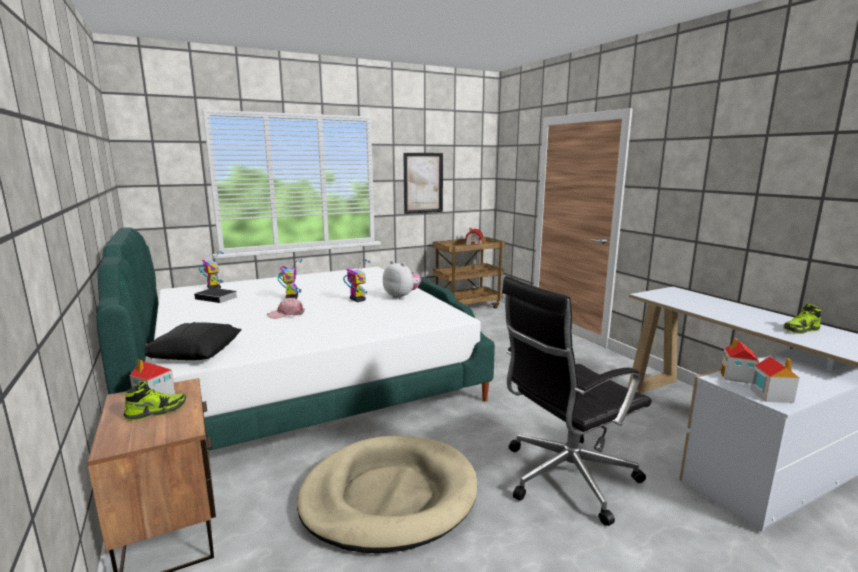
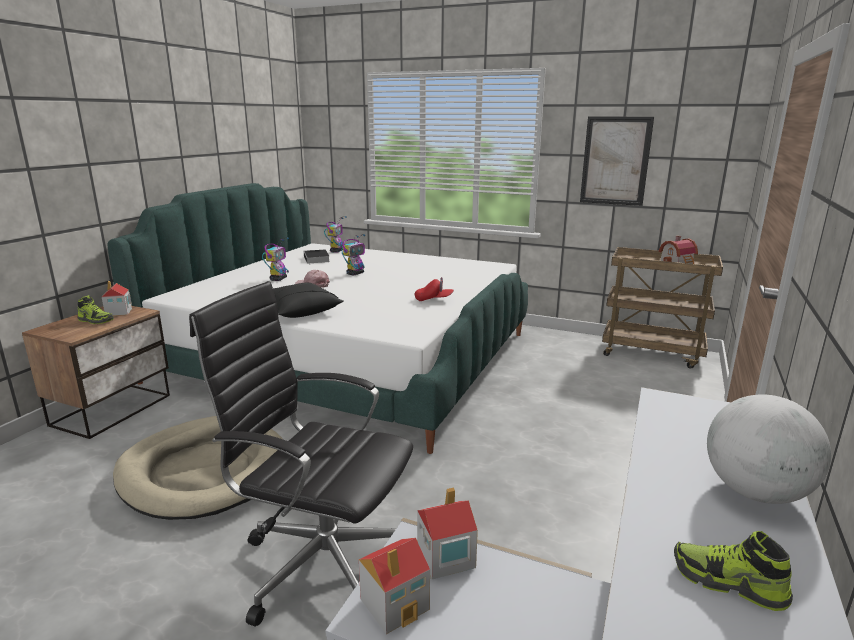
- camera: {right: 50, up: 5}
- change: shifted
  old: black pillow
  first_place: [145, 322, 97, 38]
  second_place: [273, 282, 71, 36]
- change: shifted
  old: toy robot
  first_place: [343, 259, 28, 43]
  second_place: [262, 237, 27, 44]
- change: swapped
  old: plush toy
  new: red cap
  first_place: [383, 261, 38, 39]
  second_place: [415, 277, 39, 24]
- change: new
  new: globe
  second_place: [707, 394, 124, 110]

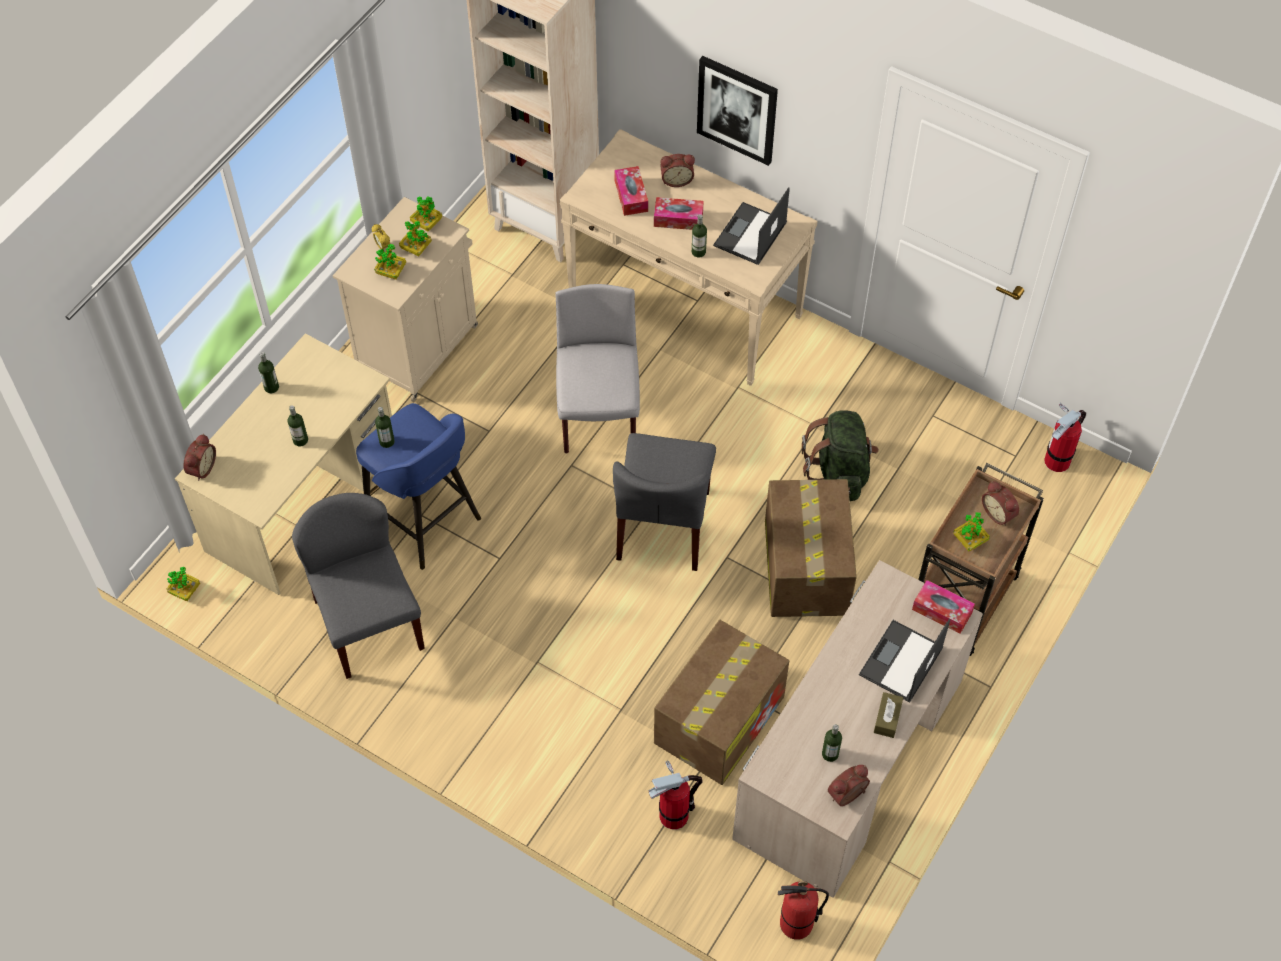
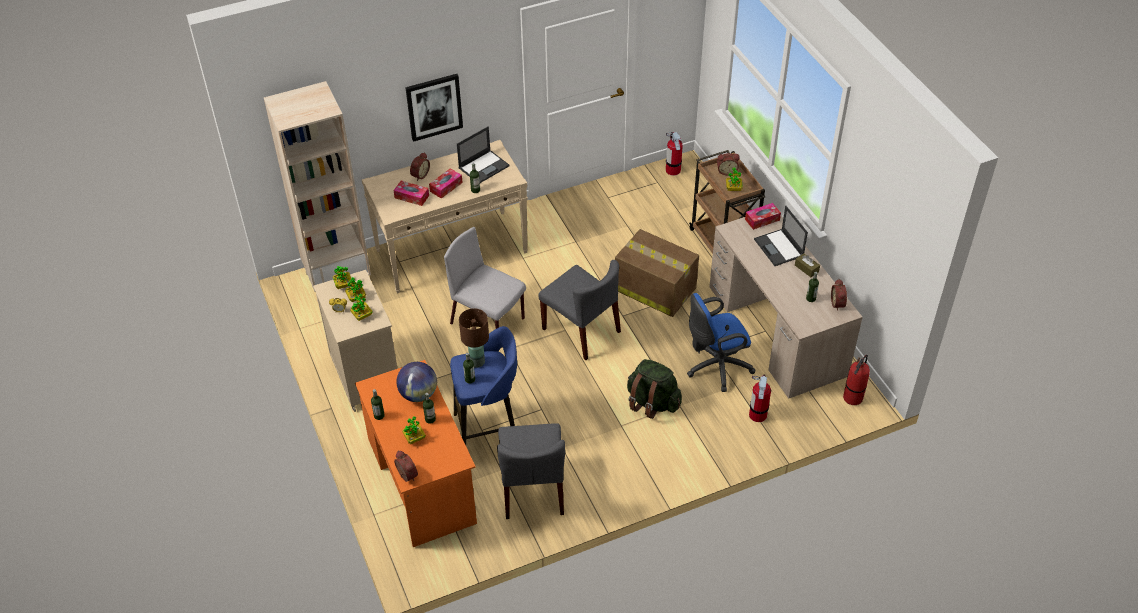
- camera: {right: -55, up: -10}
- change: shifted
  old: potted plant
  first_place: [167, 566, 33, 35]
  second_place: [402, 416, 24, 28]
- change: repainted
  old: beige desk
  new: orange desk
  first_place: [175, 333, 217, 262]
  second_place: [355, 360, 122, 187]
- change: rotated
  old: grey chair
  first_place: [292, 493, 133, 186]
  second_place: [497, 423, 68, 96]
  degrees: -105
- change: swapped
  old: cardboard box
  new: blue office chair
  first_place: [654, 620, 135, 165]
  second_place: [687, 293, 68, 99]
- change: rotated
  old: laptop
  first_place: [713, 187, 77, 78]
  second_place: [457, 126, 53, 57]
  degrees: -105
- change: shifted
  old: green backpack
  first_place: [802, 410, 77, 91]
  second_place: [627, 359, 55, 60]
- change: new
  new: globe
  second_place: [396, 362, 41, 40]
- change: new
  new: brown table lamp
  second_place: [459, 308, 30, 60]

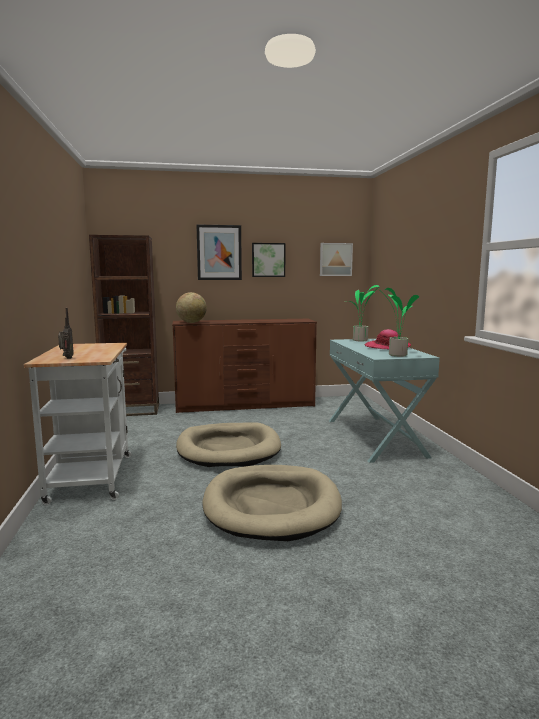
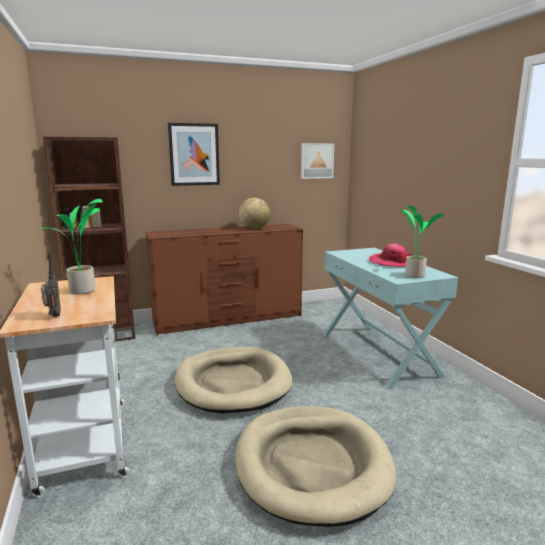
- camera: {right: -10, up: 5}
- change: shifted
  old: globe
  first_place: [176, 292, 31, 31]
  second_place: [239, 198, 31, 31]
- change: gone
  old: picture
  first_place: [252, 243, 34, 34]
- change: shifted
  old: potted plant
  first_place: [349, 285, 30, 56]
  second_place: [41, 199, 62, 95]

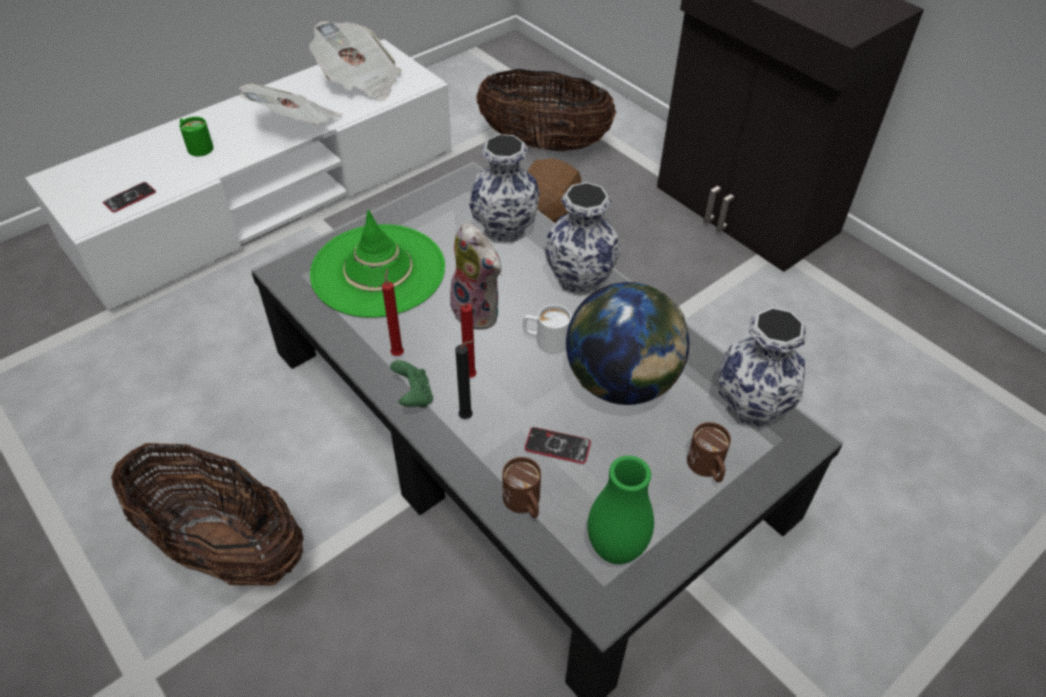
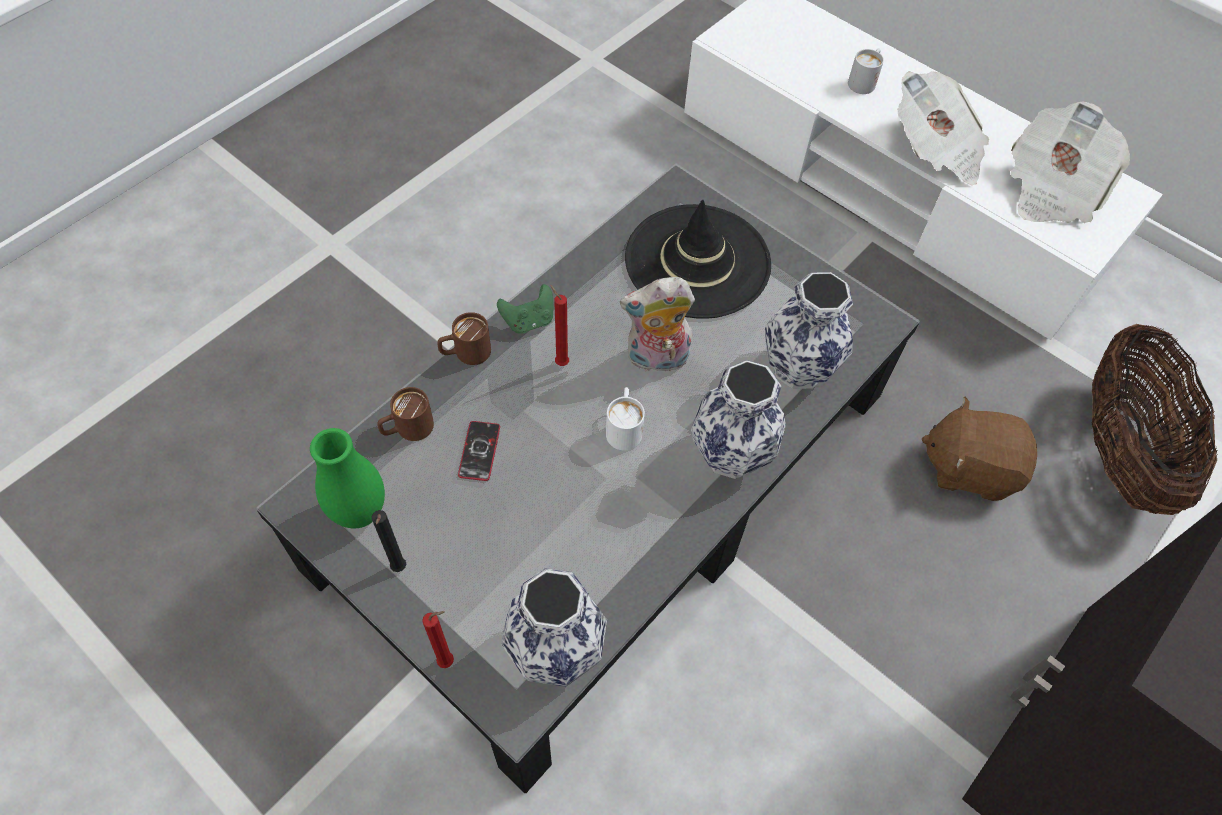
- camera: {right: 80, up: 10}
- change: gone
  old: phone
  first_place: [103, 182, 53, 30]
- change: gone
  old: basket
  first_place: [111, 443, 193, 143]
- change: repainted
  old: green mug
  new: white mug
  first_place: [179, 117, 35, 40]
  second_place: [848, 49, 36, 45]
- change: repainted
  old: green hat
  new: black hat
  first_place: [310, 210, 135, 108]
  second_place: [625, 200, 146, 119]
- change: shifted
  old: red candle
  first_place: [382, 269, 22, 87]
  second_place: [422, 611, 32, 57]
- change: rotated
  old: plush toy
  first_place: [445, 222, 57, 108]
  second_place: [620, 277, 75, 95]
  degrees: 45
- change: shifted
  old: black candle
  first_place: [455, 340, 19, 79]
  second_place: [372, 510, 34, 62]
- change: gone
  old: globe
  first_place: [566, 282, 123, 123]
- change: shifted
  old: brown mug
  first_place: [687, 422, 44, 60]
  second_place: [437, 312, 54, 53]

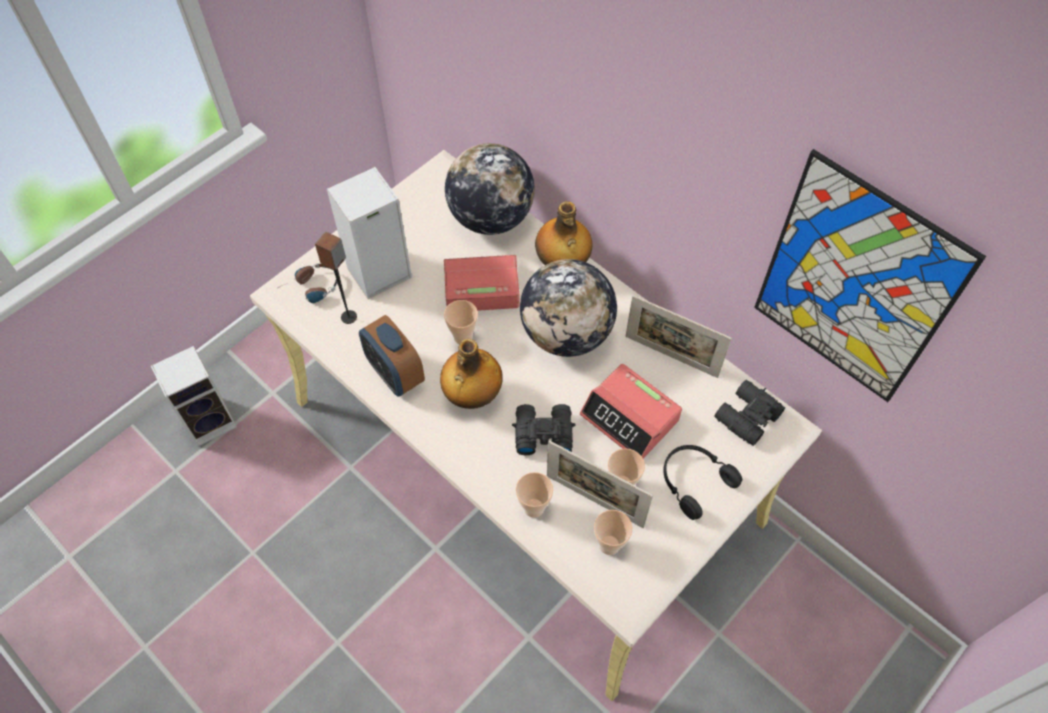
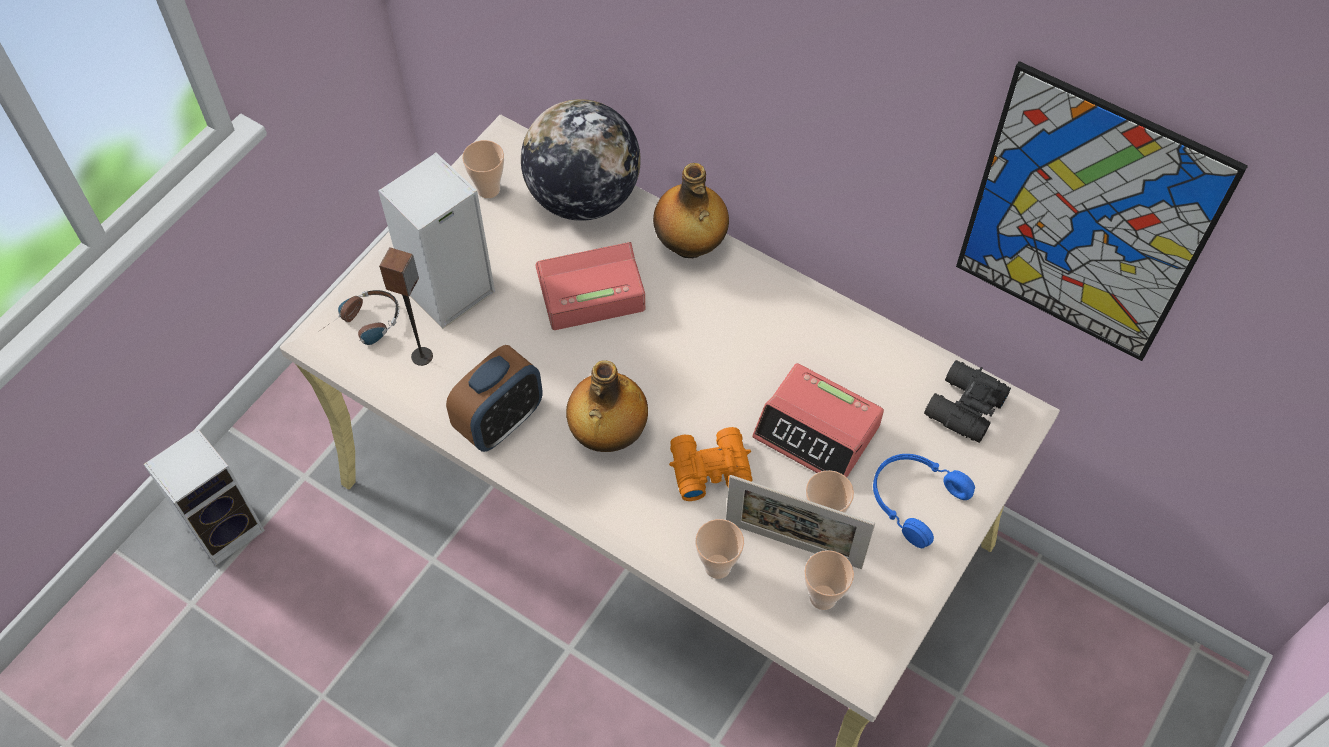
- camera: {right: -10, up: 0}
- change: rotated
  old: alarm clock
  first_place: [359, 315, 66, 82]
  second_place: [446, 345, 96, 107]
  degrees: -90
- change: shifted
  old: cup
  first_place: [444, 300, 34, 44]
  second_place: [462, 140, 42, 58]
- change: repainted
  old: black binoculars
  new: orange binoculars
  first_place: [512, 404, 64, 51]
  second_place: [669, 427, 84, 74]
- change: gone
  old: globe
  first_place: [520, 259, 97, 98]
- change: gone
  old: picture frame
  first_place: [626, 295, 106, 83]
- change: repainted
  old: black headphones
  new: blue headphones
  first_place: [663, 445, 79, 75]
  second_place: [873, 454, 102, 94]

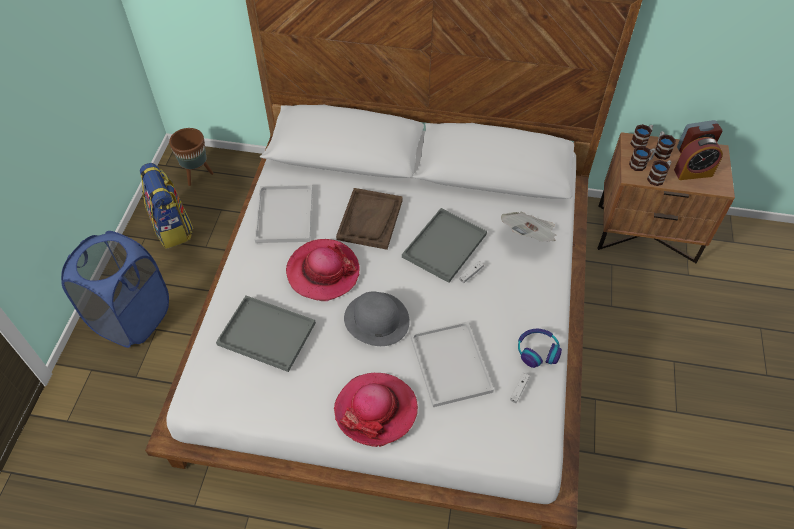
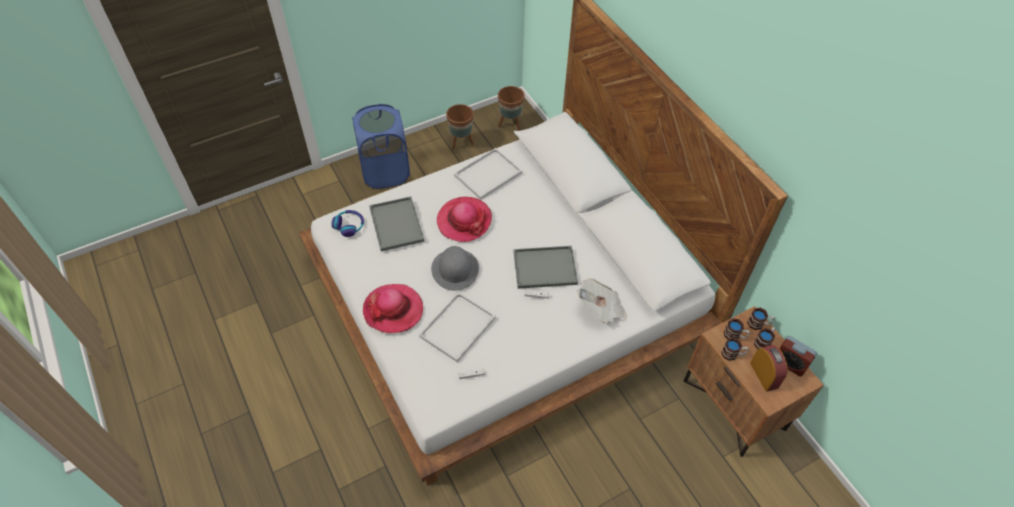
- camera: {right: 50, up: 0}
- change: swapped
  old: backpack
  new: brown planter
  first_place: [140, 163, 53, 86]
  second_place: [446, 104, 28, 46]
- change: gone
  old: brown tray
  first_place: [336, 188, 67, 62]
- change: shifted
  old: headphones
  first_place: [518, 329, 44, 39]
  second_place: [332, 210, 32, 27]
- change: rotated
  old: alarm clock
  first_place: [674, 137, 49, 43]
  second_place: [750, 345, 38, 47]
  degrees: -150

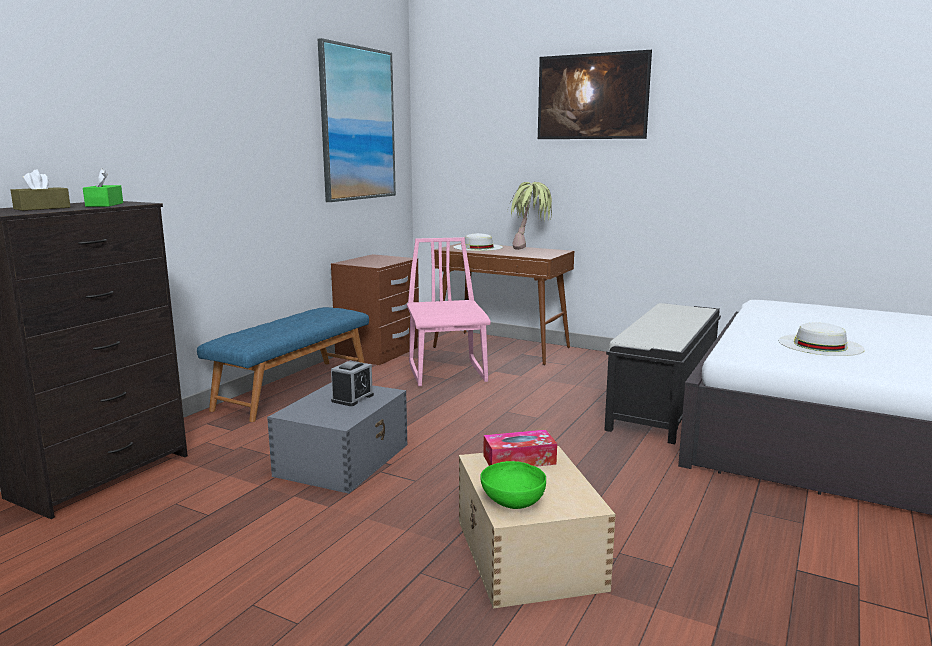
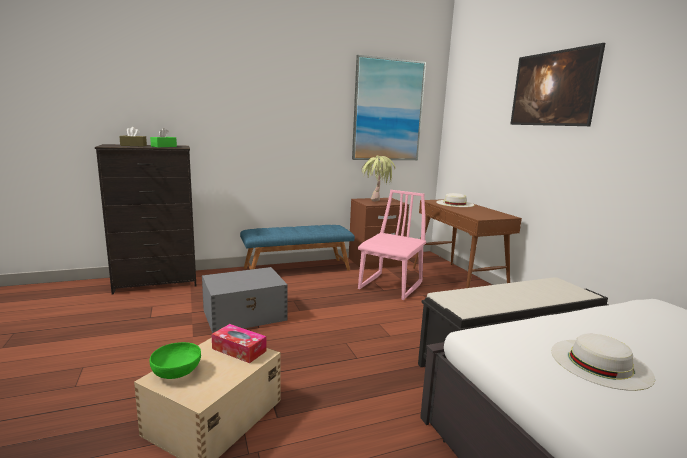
- camera: {right: 40, up: 0}
- change: gone
  old: alarm clock
  first_place: [331, 361, 43, 45]
- change: shifted
  old: potted plant
  first_place: [509, 182, 43, 68]
  second_place: [361, 155, 35, 47]

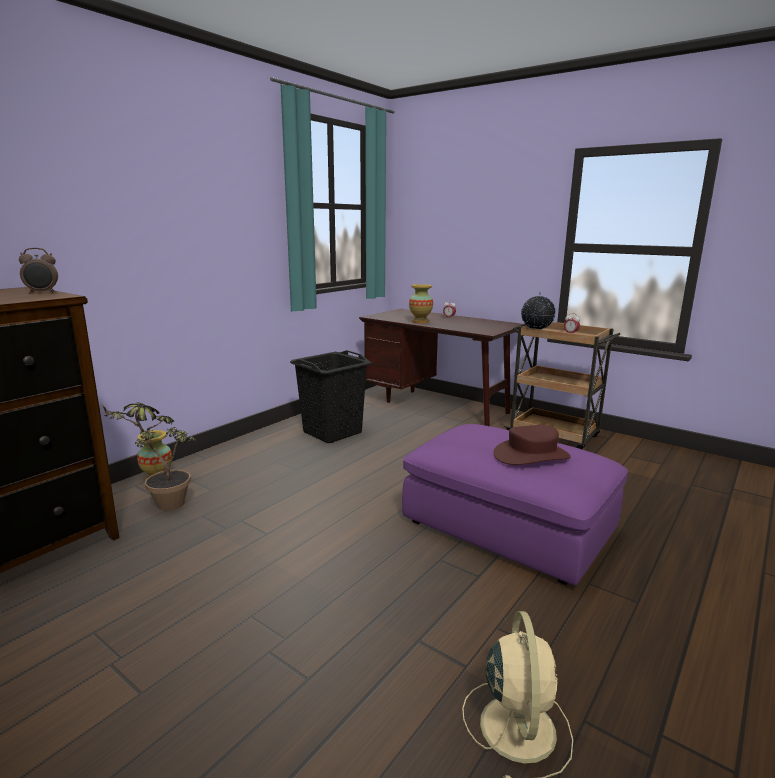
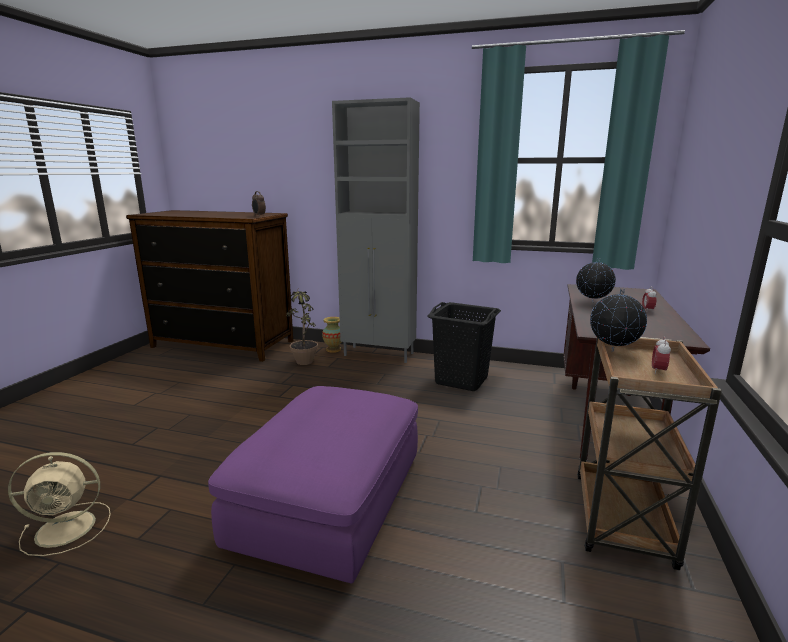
- camera: {right: 70, up: 0}
- change: swapped
  old: vase
  new: globe
  first_place: [409, 284, 24, 39]
  second_place: [576, 258, 40, 45]
- change: gone
  old: brown hat
  first_place: [494, 425, 77, 40]
- change: new
  new: grey cabinet
  second_place: [332, 97, 88, 266]

